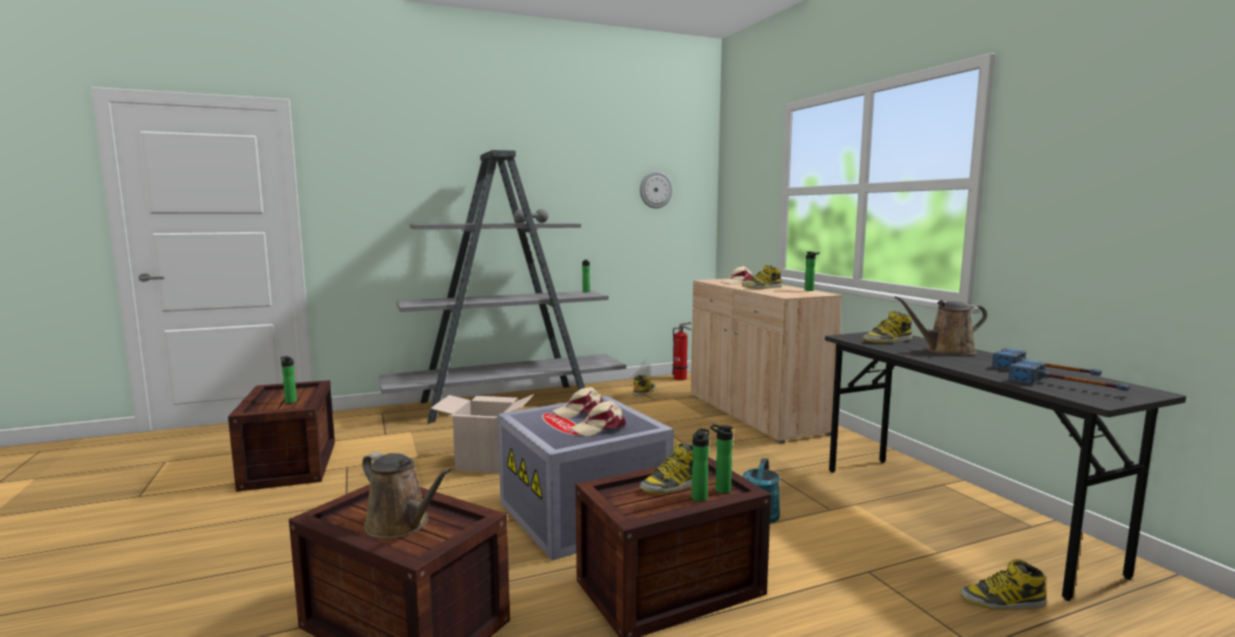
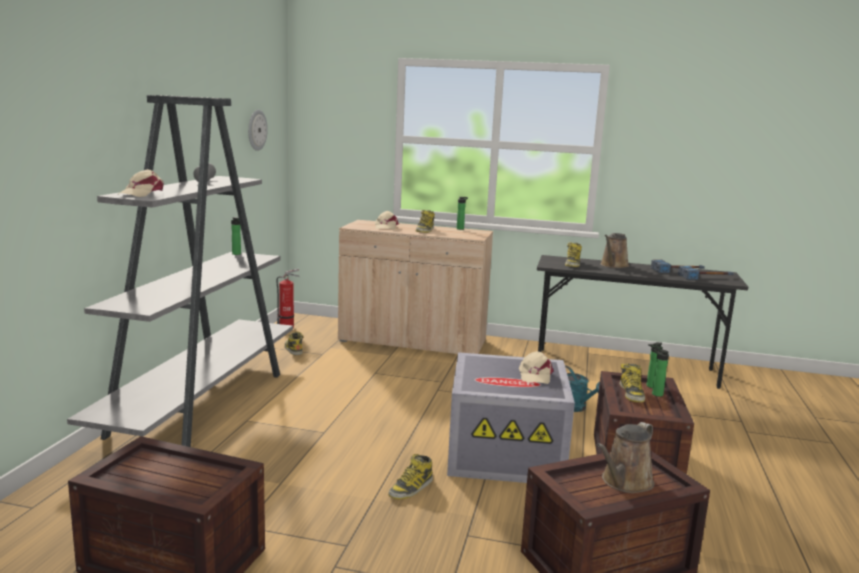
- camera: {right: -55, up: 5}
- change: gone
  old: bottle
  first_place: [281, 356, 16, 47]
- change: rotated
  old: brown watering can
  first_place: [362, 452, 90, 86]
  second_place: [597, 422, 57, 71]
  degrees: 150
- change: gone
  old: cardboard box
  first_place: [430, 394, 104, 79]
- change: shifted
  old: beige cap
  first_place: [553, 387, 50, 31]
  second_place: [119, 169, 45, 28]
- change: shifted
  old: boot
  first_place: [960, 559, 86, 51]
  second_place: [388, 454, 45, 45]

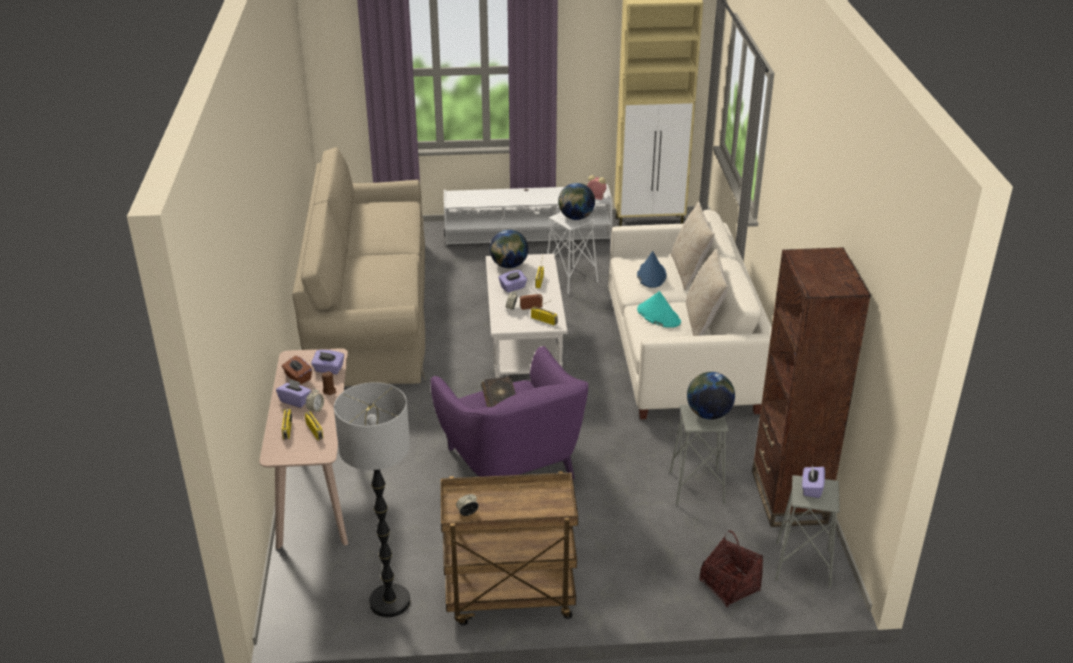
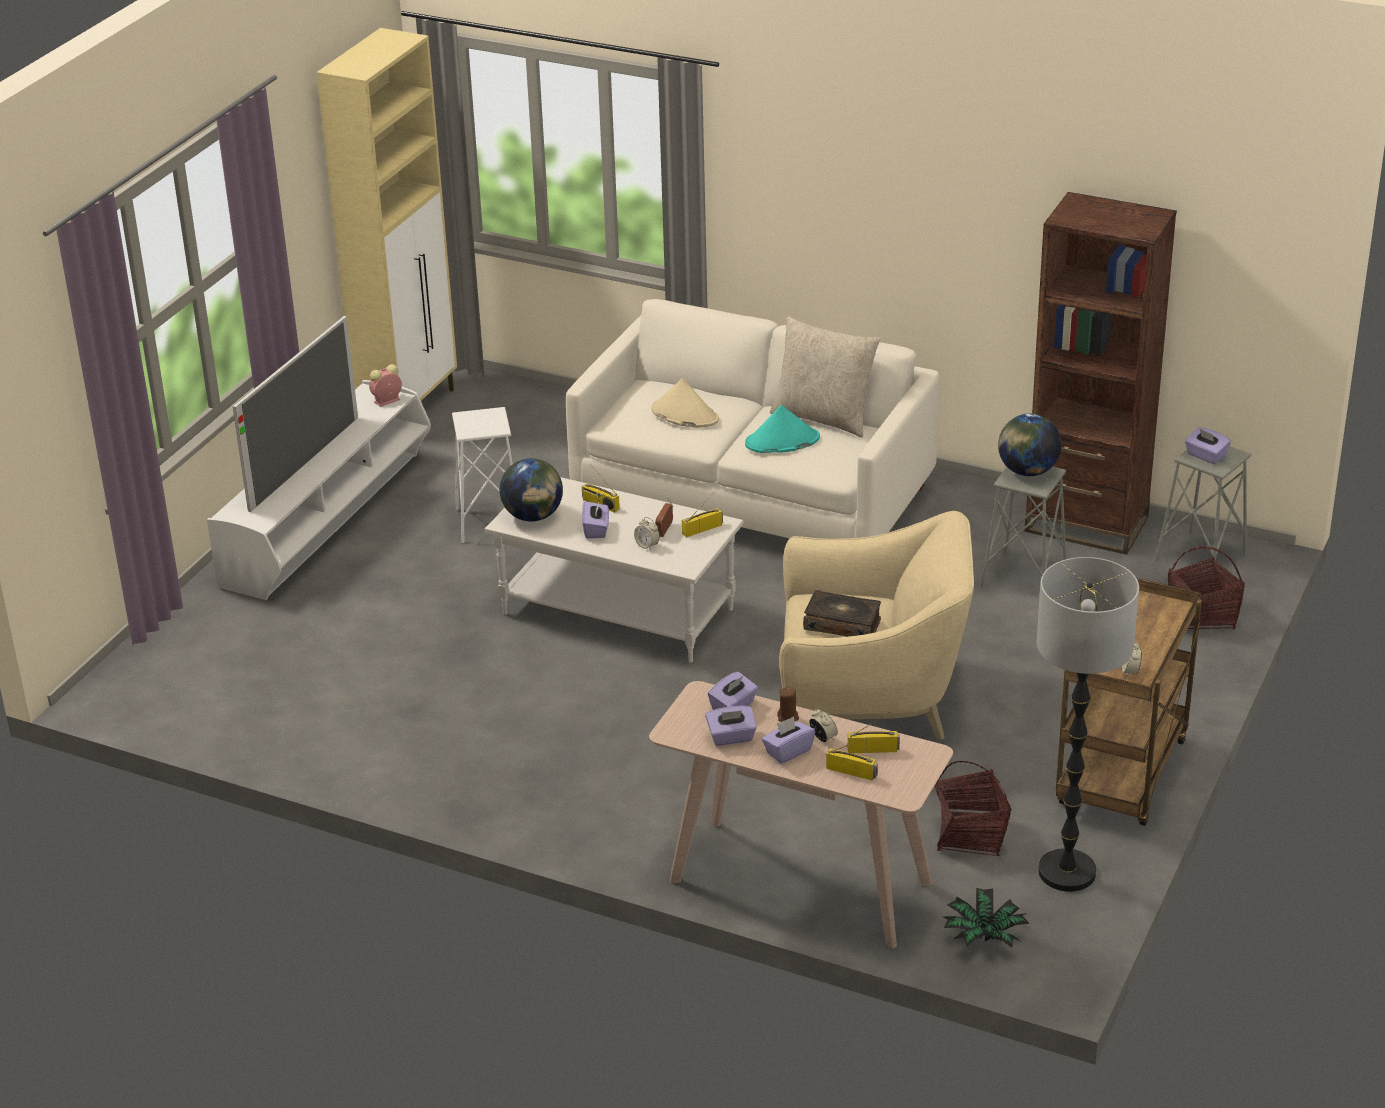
- camera: {right: -60, up: 0}
- change: repainted
  old: brown tissue box
  new: purple tissue box
  first_place: [282, 356, 30, 28]
  second_place: [705, 706, 52, 40]
- change: gone
  old: beige sofa
  first_place: [292, 147, 134, 240]
- change: repainted
  old: purple armchair
  new: beige armchair
  first_place: [431, 346, 157, 134]
  second_place: [779, 511, 195, 229]
- change: gone
  old: globe
  first_place: [558, 183, 37, 37]
- change: repainted
  old: blue hat
  new: beige hat
  first_place: [637, 251, 29, 37]
  second_place: [652, 378, 67, 50]
- change: gone
  old: beige pillow
  first_place: [671, 202, 44, 88]
- change: new
  new: television
  second_place: [233, 316, 125, 196]
- change: new
  new: basket
  second_place: [935, 761, 76, 95]
- change: new
  new: potted plant
  second_place: [943, 888, 87, 60]

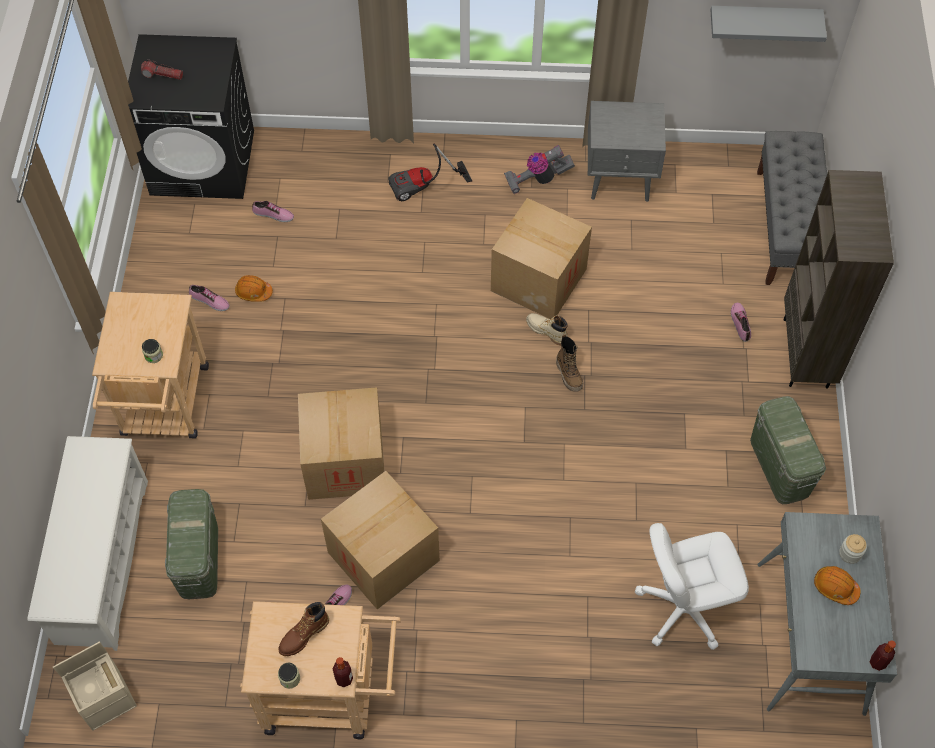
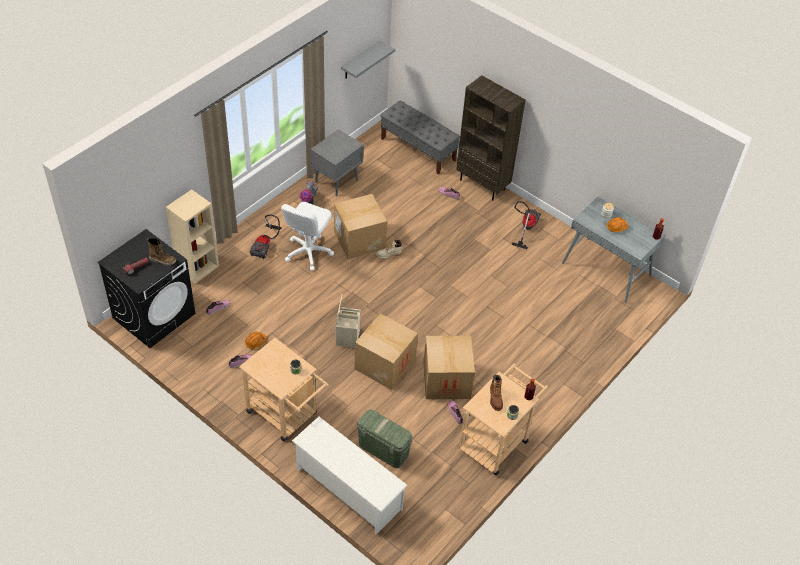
- camera: {right: -55, up: -10}
- change: shifted
  old: beige storage box
  first_place: [53, 641, 84, 90]
  second_place: [335, 295, 26, 53]
- change: shifted
  old: boot
  first_place: [556, 334, 27, 58]
  second_place: [147, 238, 29, 28]
- change: shifted
  old: white office chair
  first_place: [635, 523, 114, 127]
  second_place: [281, 202, 53, 69]
- change: swapped
  old: green storage box
  new: vacuum cleaner
  first_place: [750, 396, 76, 108]
  second_place: [511, 201, 30, 48]
- change: new
  new: beige bookcase
  second_place: [166, 189, 53, 95]

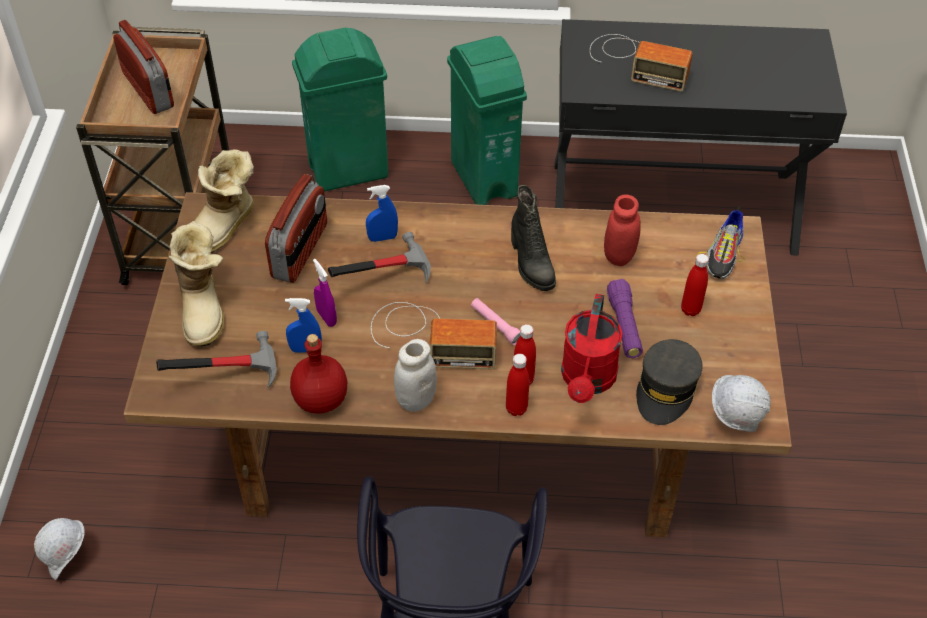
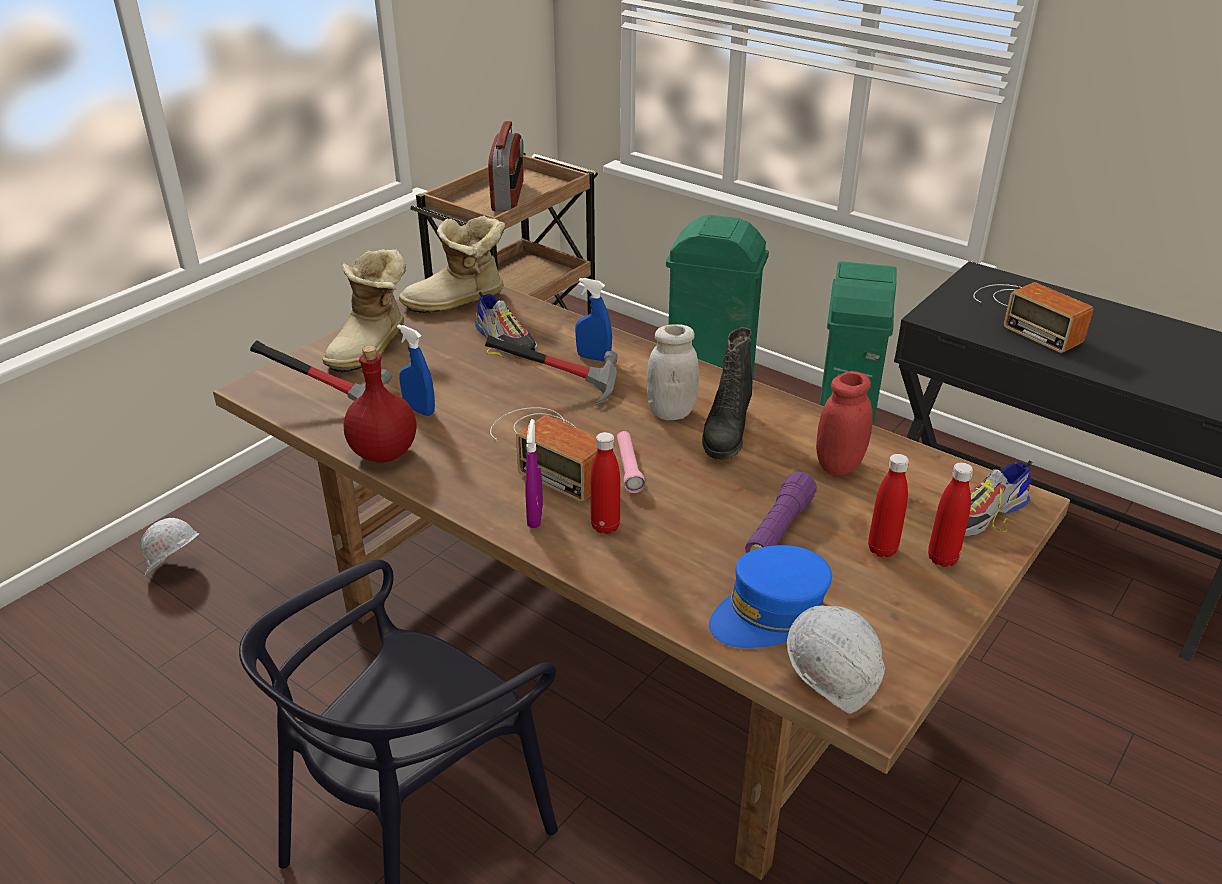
- camera: {right: 35, up: -15}
- change: swapped
  old: radio
  new: shoe
  first_place: [265, 174, 62, 109]
  second_place: [475, 292, 62, 65]
- change: shifted
  old: purple spray bottle
  first_place: [313, 259, 24, 68]
  second_place: [525, 419, 18, 109]
- change: shifted
  old: white jar
  first_place: [394, 339, 43, 72]
  second_place: [647, 324, 52, 96]
- change: shifted
  old: red bottle
  first_place: [506, 354, 23, 62]
  second_place: [928, 462, 45, 105]
- change: gone
  old: red watering can
  first_place: [561, 294, 61, 109]
- change: repainted
  old: grey cap
  new: blue cap
  first_place: [636, 339, 66, 86]
  second_place: [709, 545, 123, 103]

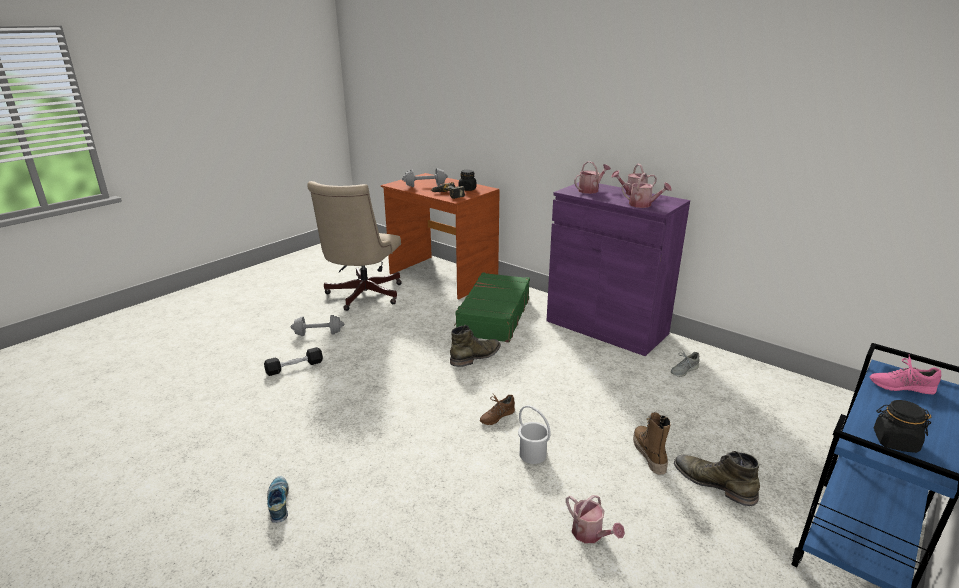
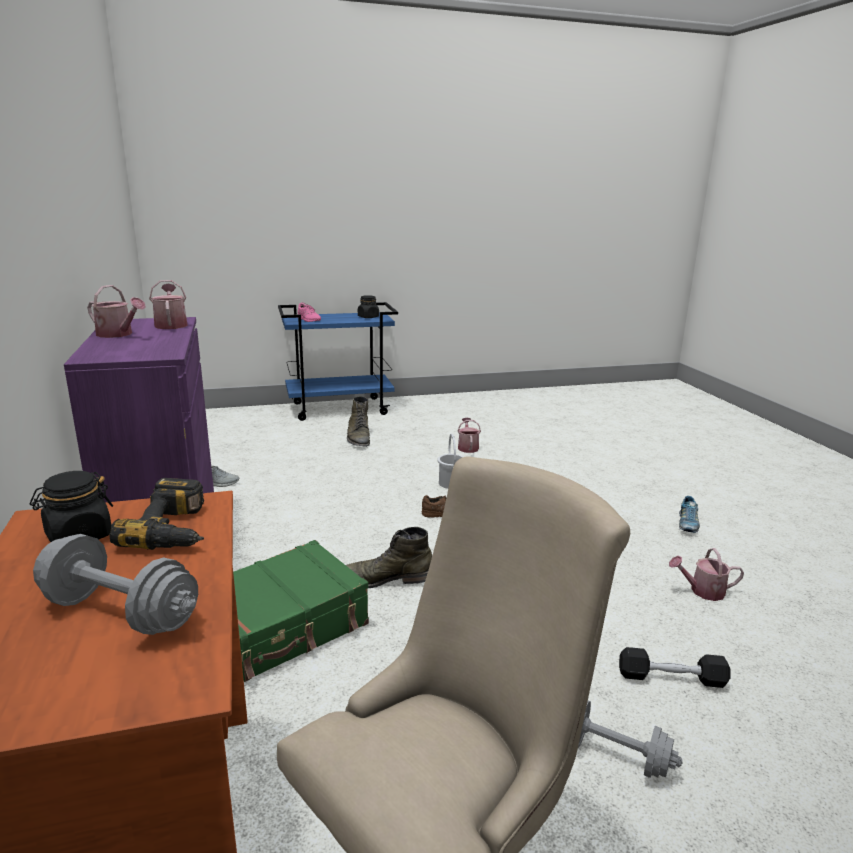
- camera: {right: -145, up: -5}
- change: shifted
  old: watering can
  first_place: [574, 161, 37, 33]
  second_place: [669, 548, 75, 53]
- change: gone
  old: boot
  first_place: [633, 412, 38, 63]

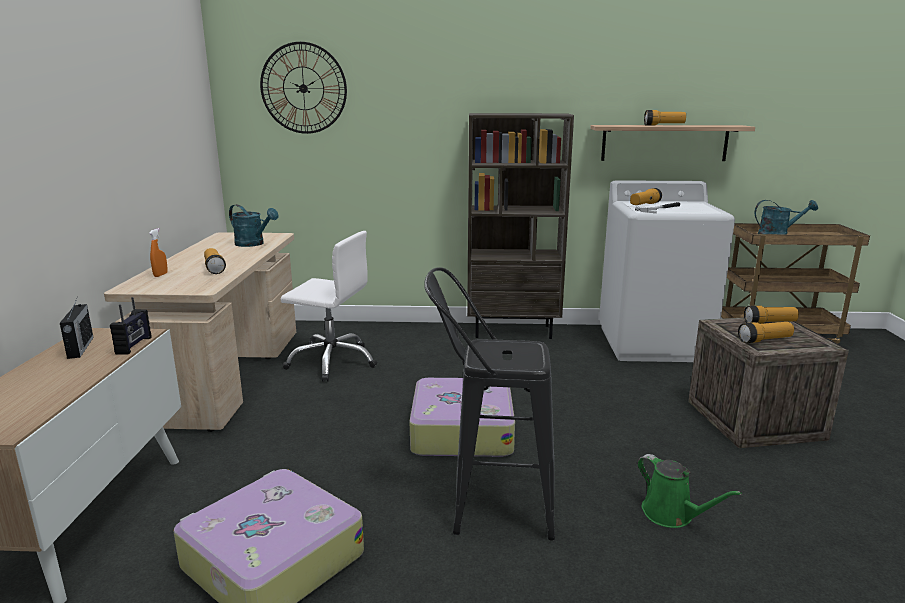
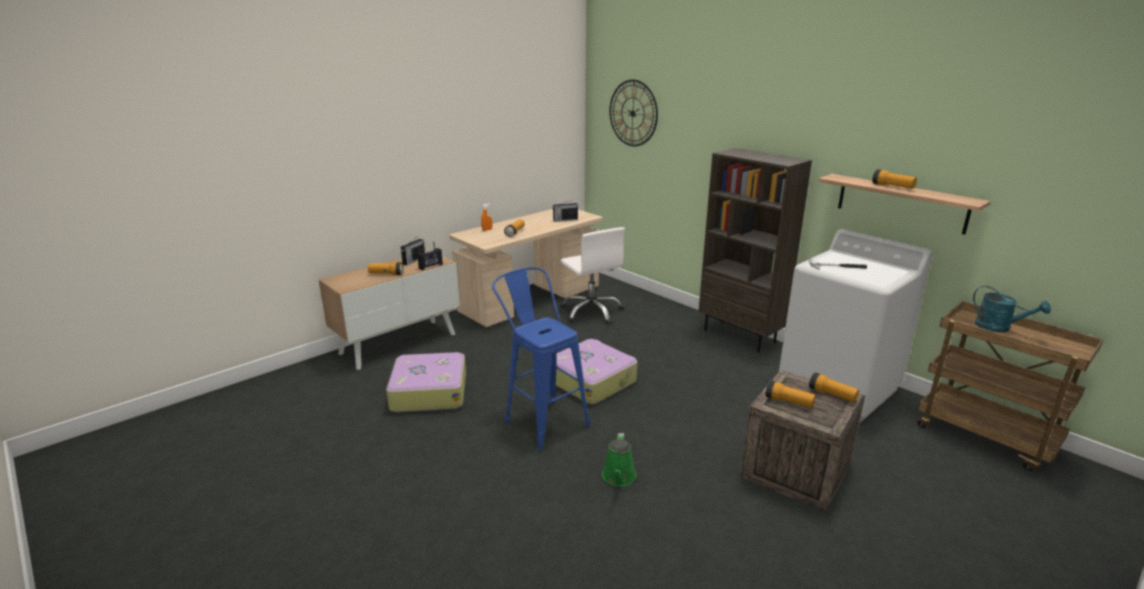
- camera: {right: 45, up: 5}
- change: swapped
  old: turquoise watering can
  new: radio
  first_place: [229, 204, 50, 43]
  second_place: [552, 200, 26, 22]
- change: repainted
  old: black stool
  new: blue stool
  first_place: [424, 267, 131, 273]
  second_place: [492, 267, 98, 183]
- change: shifted
  old: flashlight
  first_place: [630, 188, 32, 17]
  second_place: [368, 262, 35, 13]

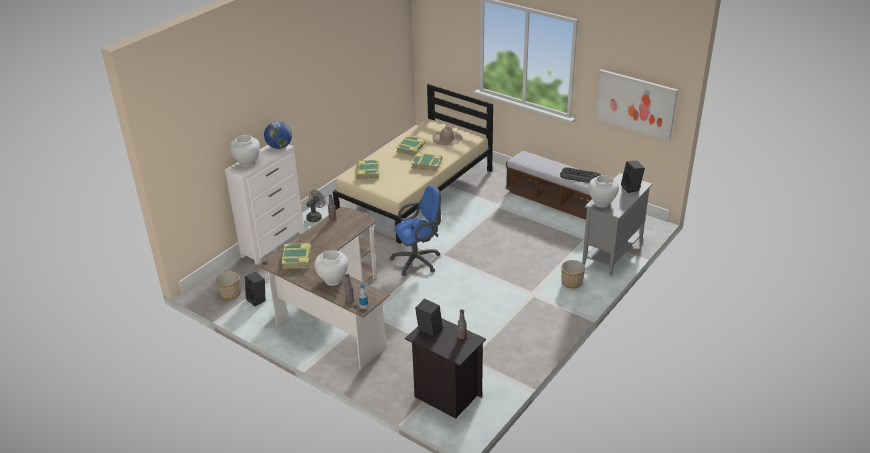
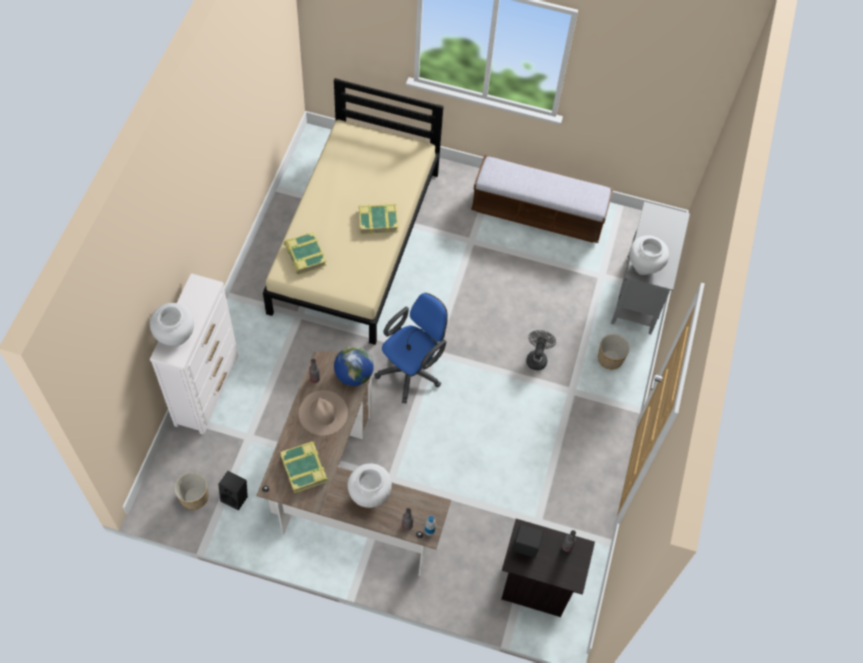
- camera: {right: -25, up: 25}
- change: shifted
  old: globe
  first_place: [264, 121, 28, 28]
  second_place: [334, 347, 40, 39]
- change: shifted
  old: grey fan
  first_place: [306, 190, 19, 32]
  second_place: [526, 330, 30, 40]
- change: gone
  old: book
  first_place: [396, 135, 30, 21]
- change: shifted
  old: beige hat
  first_place: [432, 127, 30, 18]
  second_place: [299, 390, 49, 46]
- change: gone
  old: keyboard
  first_place: [560, 167, 41, 16]
- change: gone
  old: picture
  first_place: [595, 69, 83, 72]
- change: gone
  old: black speaker
  first_place: [621, 161, 24, 32]

